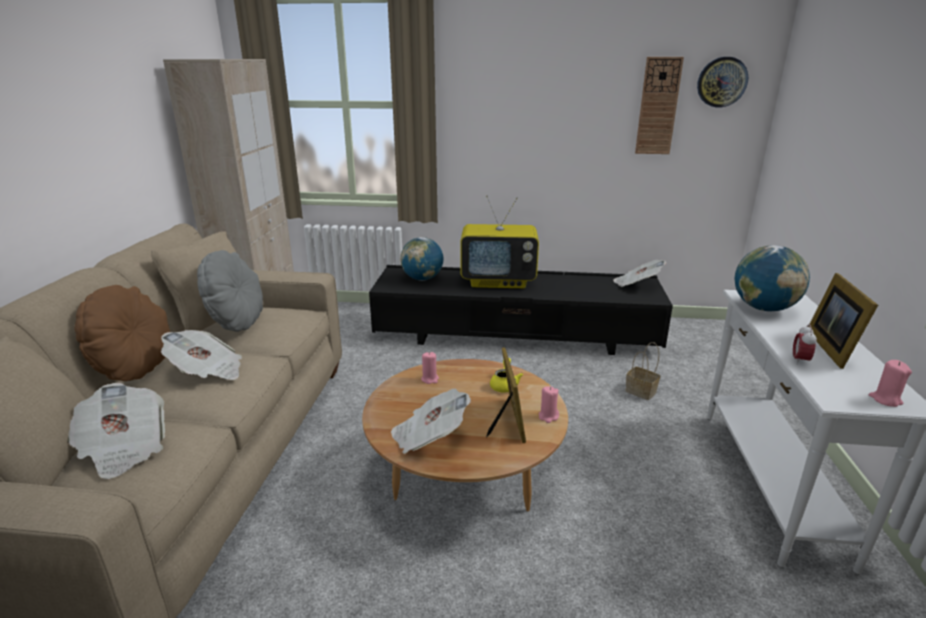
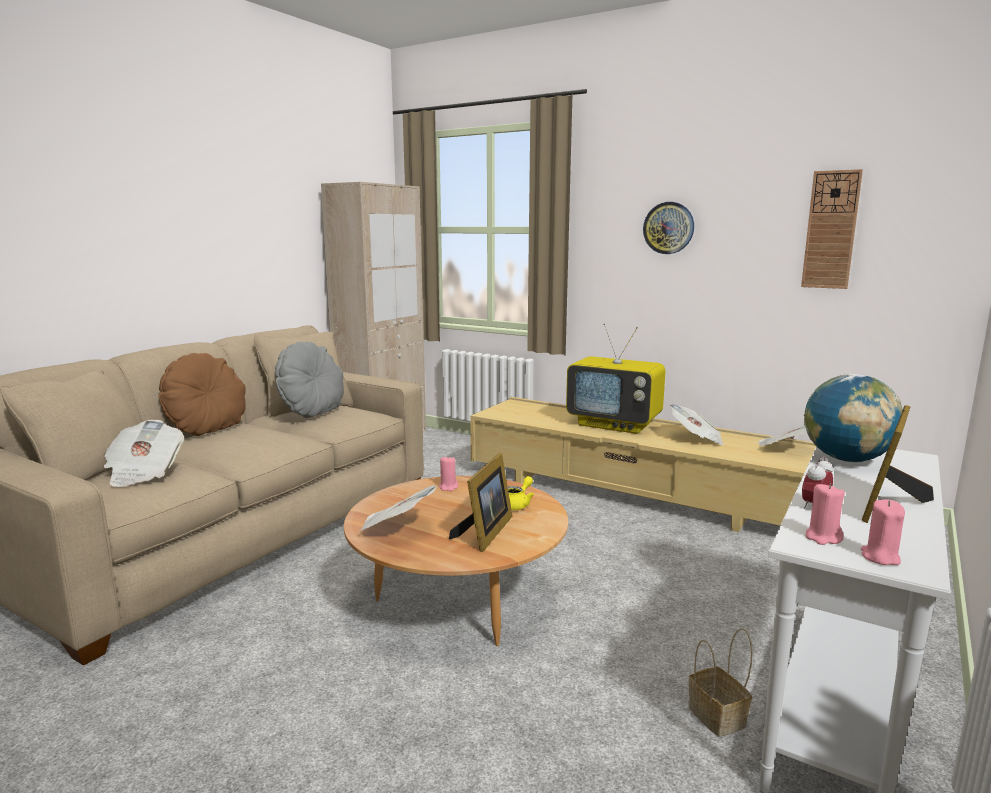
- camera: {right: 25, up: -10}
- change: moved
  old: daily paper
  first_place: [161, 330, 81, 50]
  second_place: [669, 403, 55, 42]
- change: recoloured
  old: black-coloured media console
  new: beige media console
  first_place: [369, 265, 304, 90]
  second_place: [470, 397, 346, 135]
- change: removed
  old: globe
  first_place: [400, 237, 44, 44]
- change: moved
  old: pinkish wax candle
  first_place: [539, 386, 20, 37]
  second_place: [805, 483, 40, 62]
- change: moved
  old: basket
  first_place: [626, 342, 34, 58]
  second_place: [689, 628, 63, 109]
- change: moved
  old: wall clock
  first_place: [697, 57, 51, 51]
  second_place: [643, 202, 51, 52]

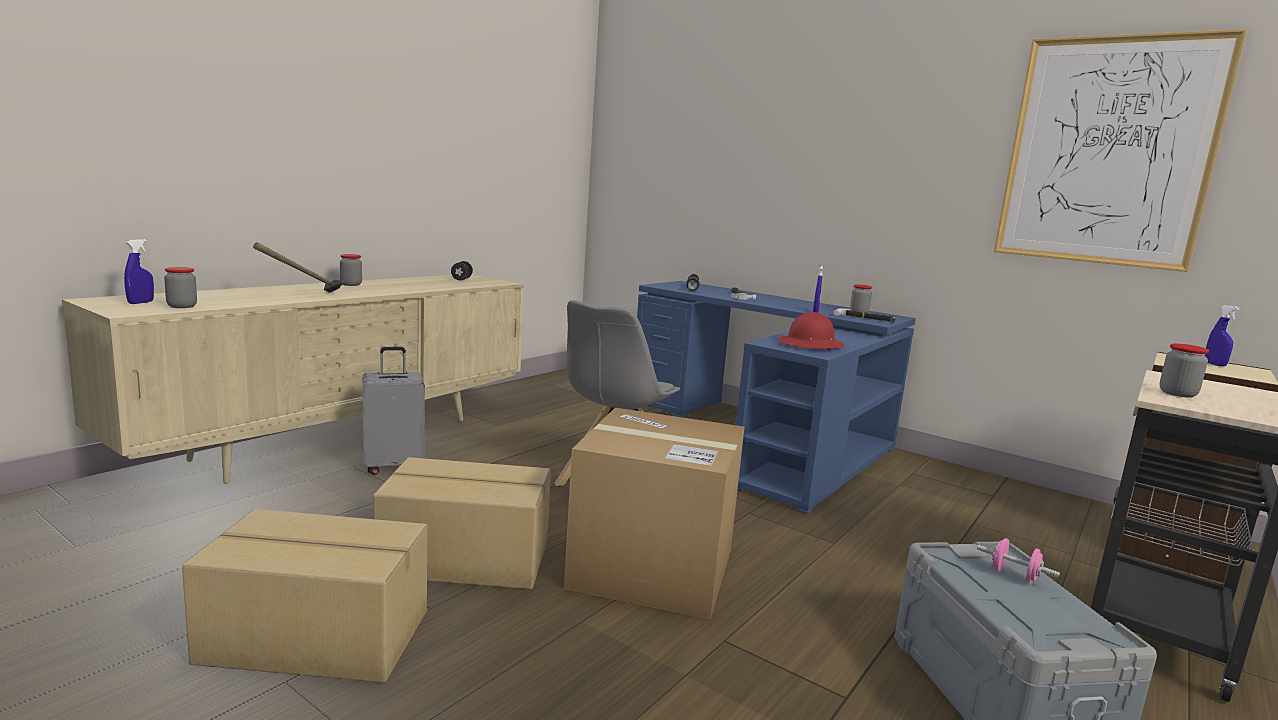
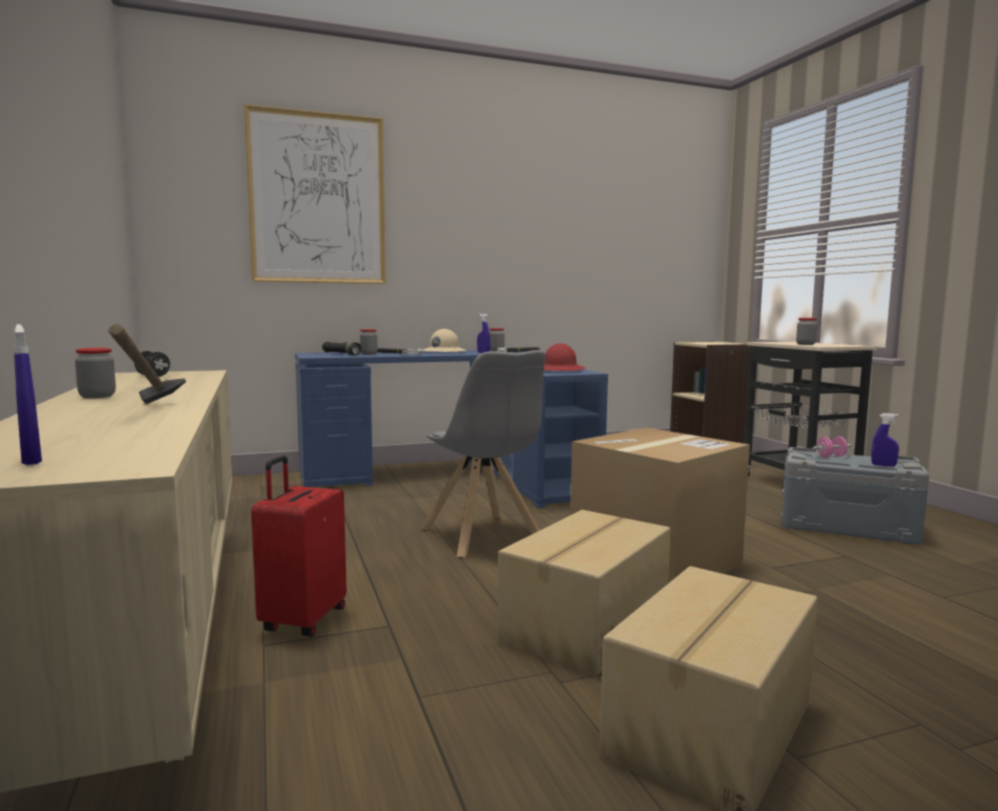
- camera: {right: -55, up: -5}
- change: moved
  old: jar
  first_place: [164, 267, 33, 41]
  second_place: [360, 329, 18, 25]
- change: recoloured
  old: greyish travel case
  new: reddish travel case
  first_place: [362, 347, 63, 128]
  second_place: [251, 456, 96, 181]
- change: moved
  old: wall picture
  first_place: [994, 29, 253, 243]
  second_place: [244, 104, 142, 180]
- change: moved
  old: blue spray bottle
  first_place: [1205, 305, 34, 61]
  second_place: [871, 413, 28, 54]
- change: added
  new: beige safety helmet
  second_place: [422, 329, 45, 24]

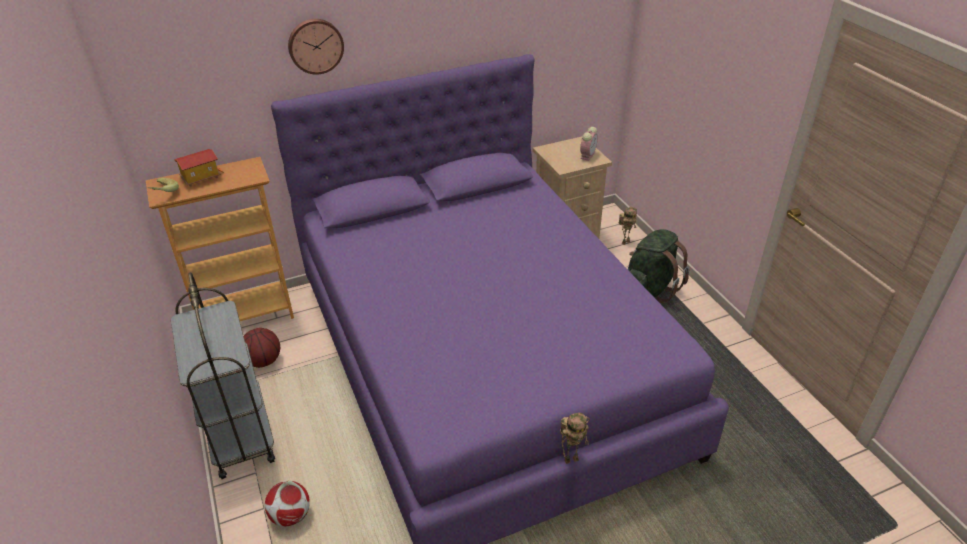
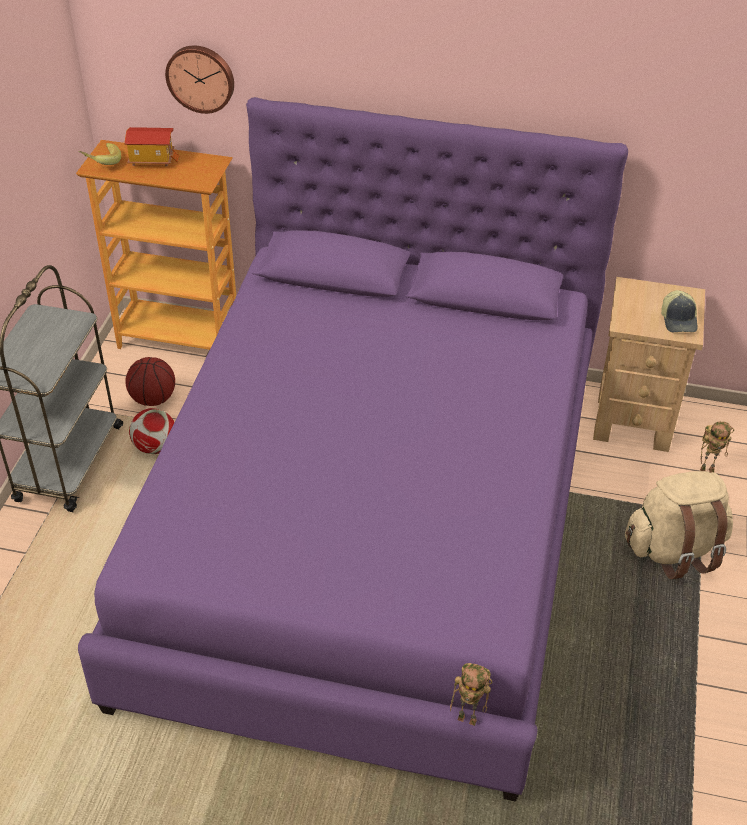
- camera: {right: 35, up: 5}
- change: moved
  old: football ball
  first_place: [265, 481, 45, 46]
  second_place: [129, 408, 45, 46]
- change: moved
  old: wall clock
  first_place: [288, 19, 56, 56]
  second_place: [165, 46, 69, 68]
- change: moved
  old: robot figure
  first_place: [560, 413, 30, 51]
  second_place: [450, 663, 42, 63]
- change: replaced
  old: table clock
  new: baseball cap
  first_place: [580, 127, 18, 34]
  second_place: [661, 290, 37, 42]
- change: recoloured
  old: greenish rucksack
  new: beige rucksack
  first_place: [628, 229, 61, 74]
  second_place: [625, 471, 108, 109]

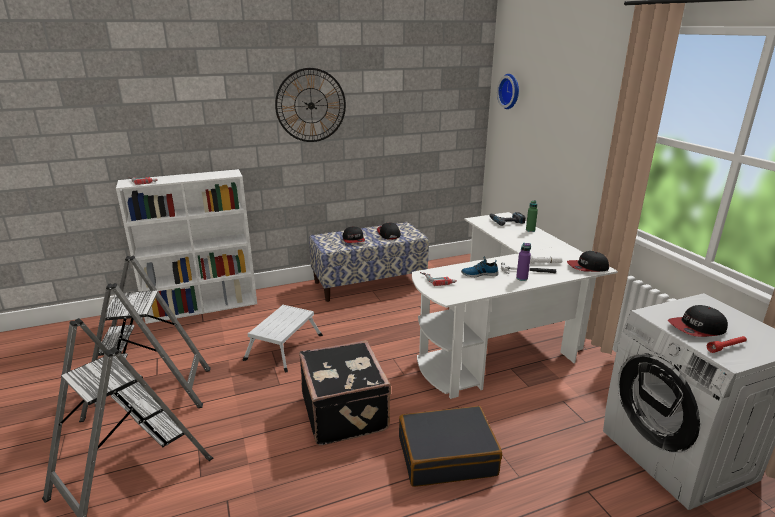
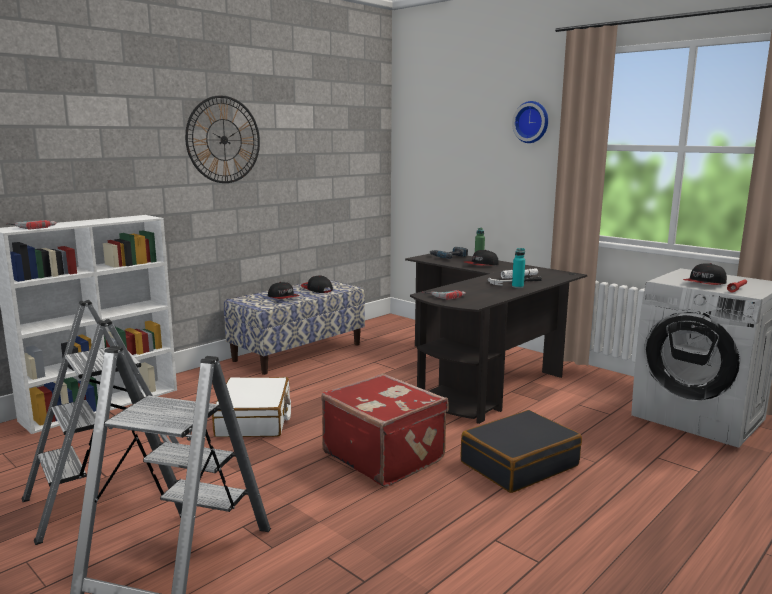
- camera: {right: -25, up: -10}
- change: replaced
  old: white-coloured stepladder
  new: white-coloured travel case
  first_place: [243, 305, 80, 68]
  second_place: [212, 377, 79, 60]
- change: recoloured
  old: black-coloured travel case
  new: reddish travel case
  first_place: [299, 340, 92, 105]
  second_place: [321, 373, 128, 114]
- change: recoloured
  old: white-coloured desk unit
  new: black-coloured desk unit
  first_place: [412, 212, 206, 187]
  second_place: [405, 254, 182, 170]
- change: removed
  old: shoe
  first_place: [461, 257, 38, 20]
- change: moved
  old: wall clock
  first_place: [497, 74, 22, 35]
  second_place: [512, 101, 36, 42]
- change: recoloured
  old: purple-coloured bottle
  new: turquoise bottle
  first_place: [516, 243, 15, 38]
  second_place: [512, 248, 13, 40]
- change: moved
  old: baseball cap
  first_place: [567, 251, 42, 21]
  second_place: [465, 250, 34, 16]

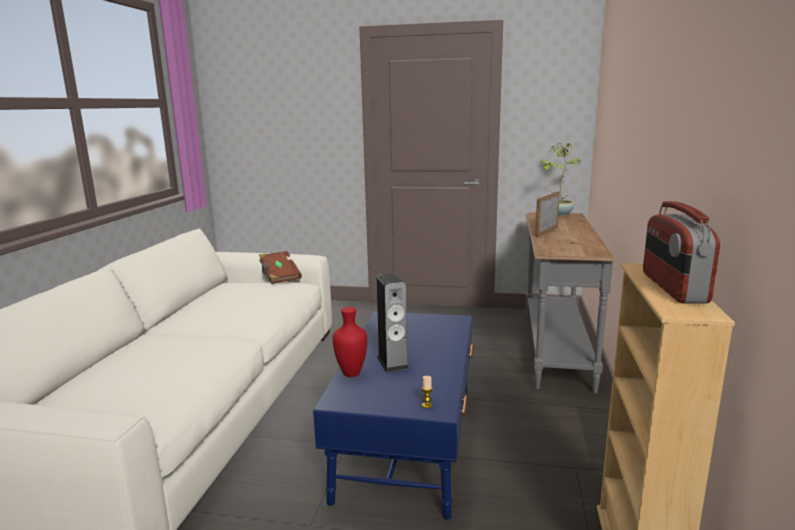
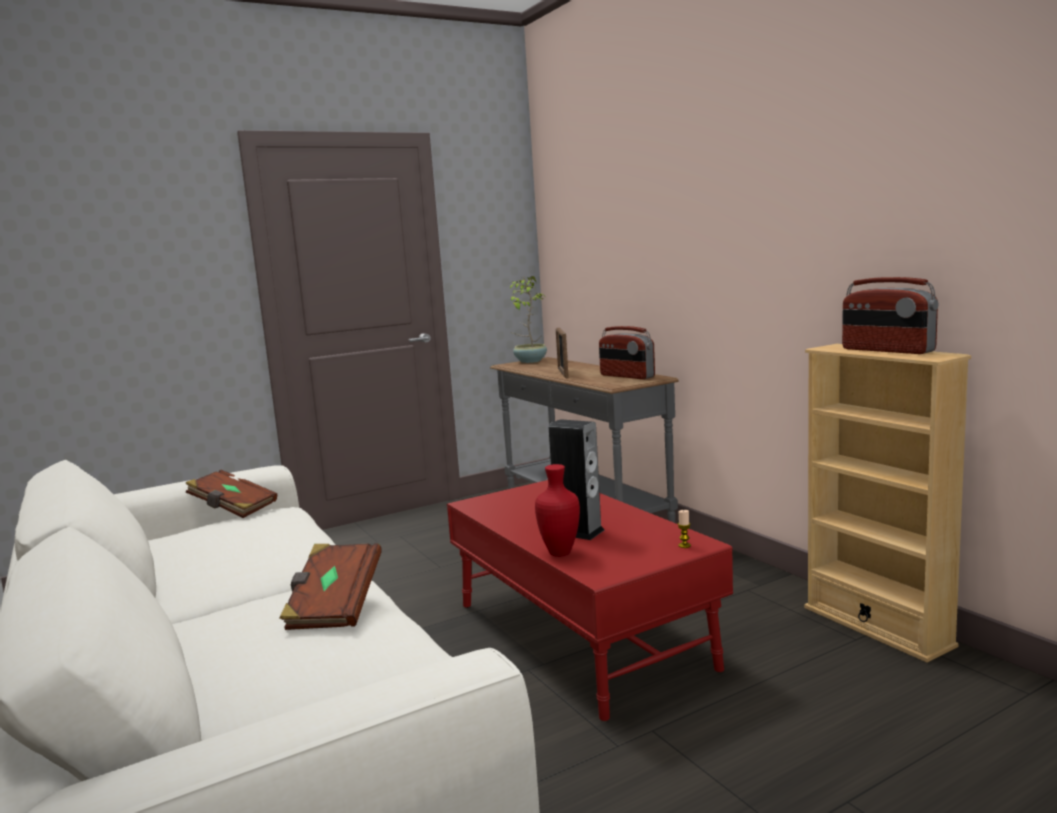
- camera: {right: -40, up: -5}
- change: recoloured
  old: blue low table
  new: reddish low table
  first_place: [313, 311, 161, 208]
  second_place: [447, 480, 286, 241]
- change: added
  new: brownish bound book
  second_place: [279, 543, 103, 87]
- change: added
  new: radio receiver
  second_place: [599, 326, 56, 53]

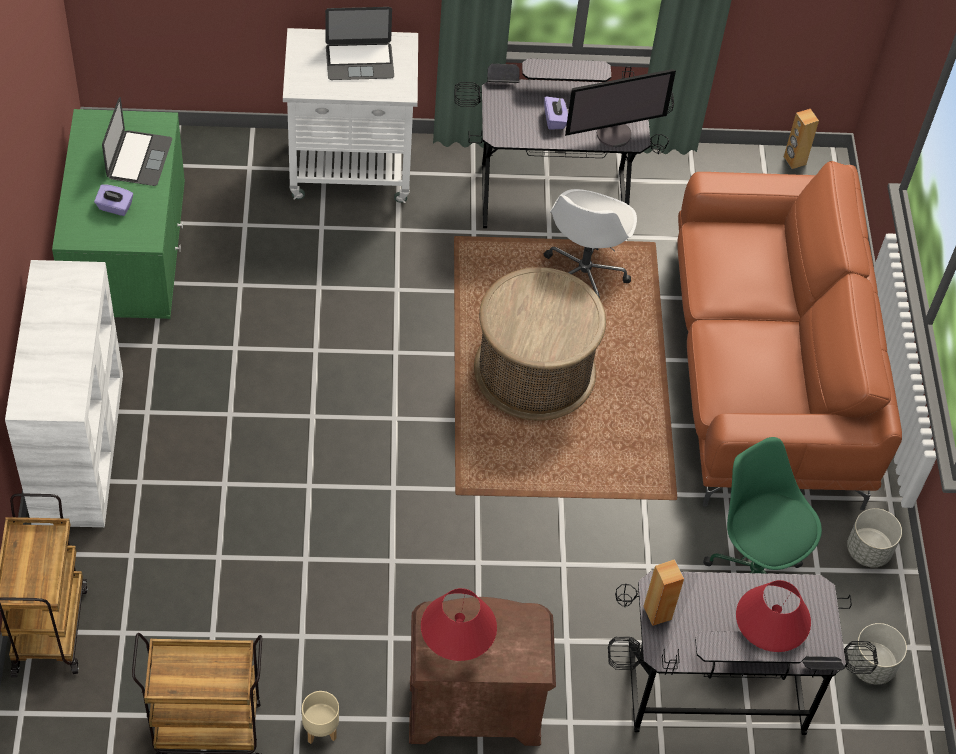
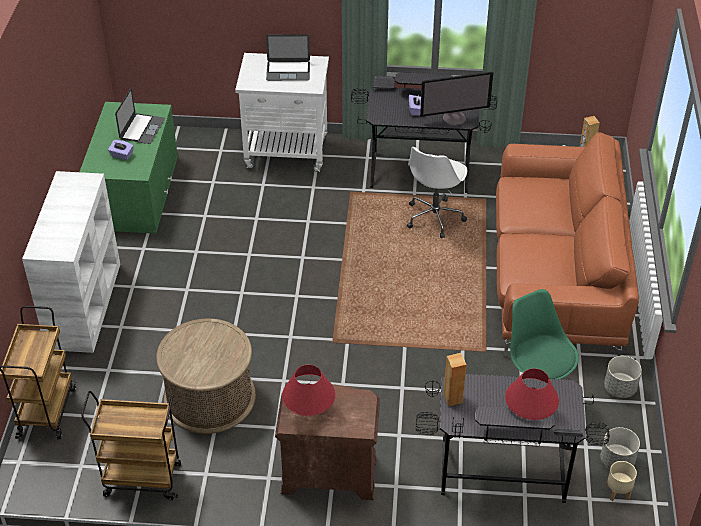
- camera: {right: 10, up: -10}
- change: moved
  old: beige flower pot
  first_place: [302, 691, 37, 53]
  second_place: [606, 461, 31, 40]
- change: moved
  old: brownish low table
  first_place: [474, 267, 132, 154]
  second_place: [156, 319, 100, 115]

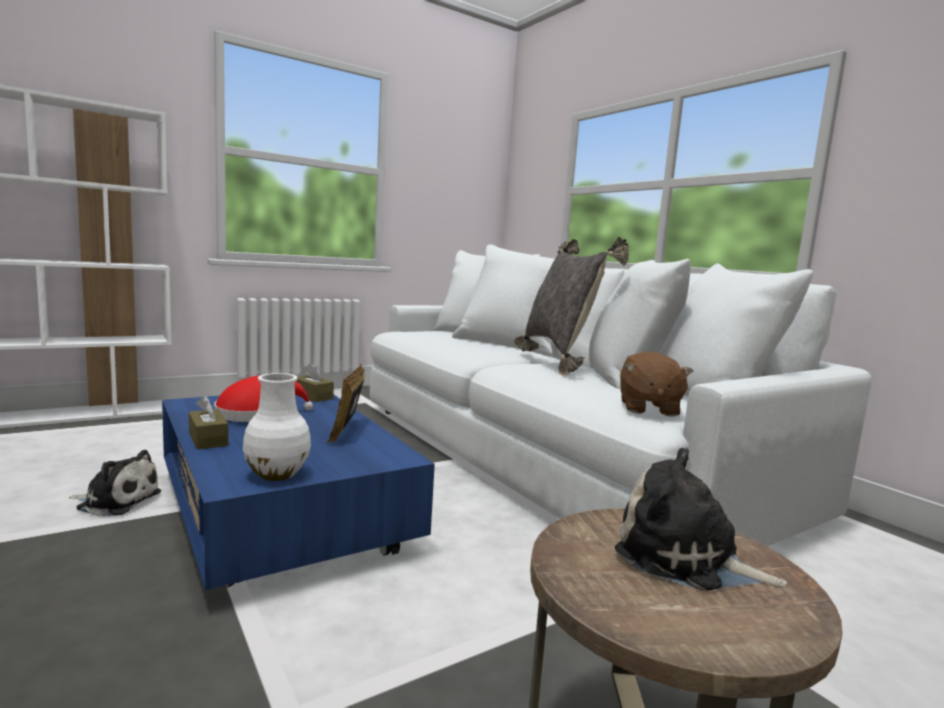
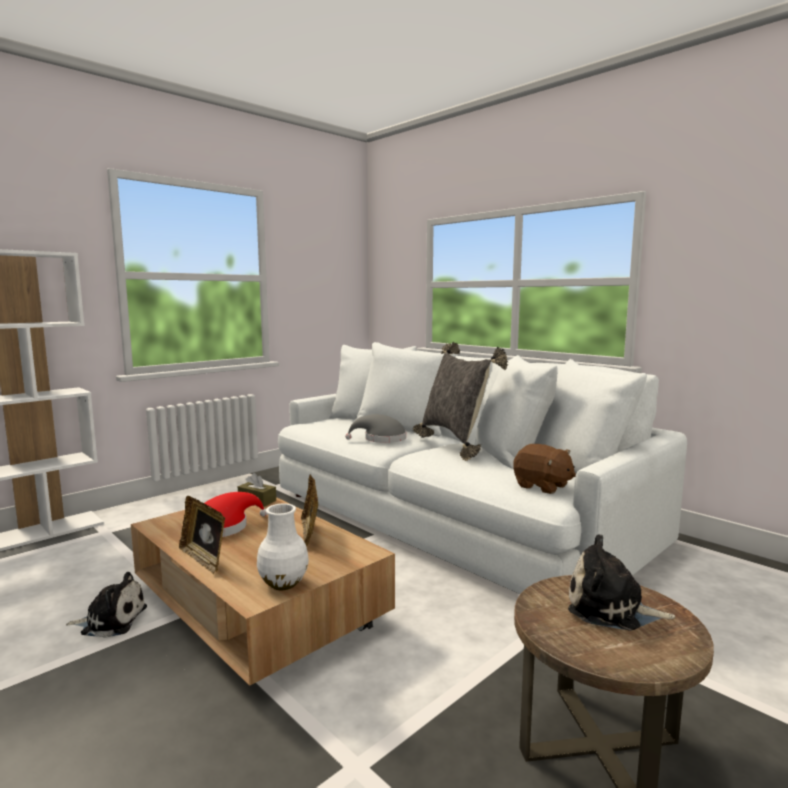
- camera: {right: -10, up: 0}
- change: recoloured
  old: blue low table
  new: brownish low table
  first_place: [162, 395, 273, 195]
  second_place: [131, 497, 264, 189]
- change: replaced
  old: brownish tissue box
  new: standing frame
  first_place: [189, 395, 39, 55]
  second_place: [179, 496, 46, 78]
- change: turned
  old: brownish cuddly toy
  first_place: [620, 351, 74, 66]
  second_place: [513, 444, 63, 50]
  degrees: -45
- change: added
  new: greyish wearable hat
  second_place: [345, 414, 61, 29]

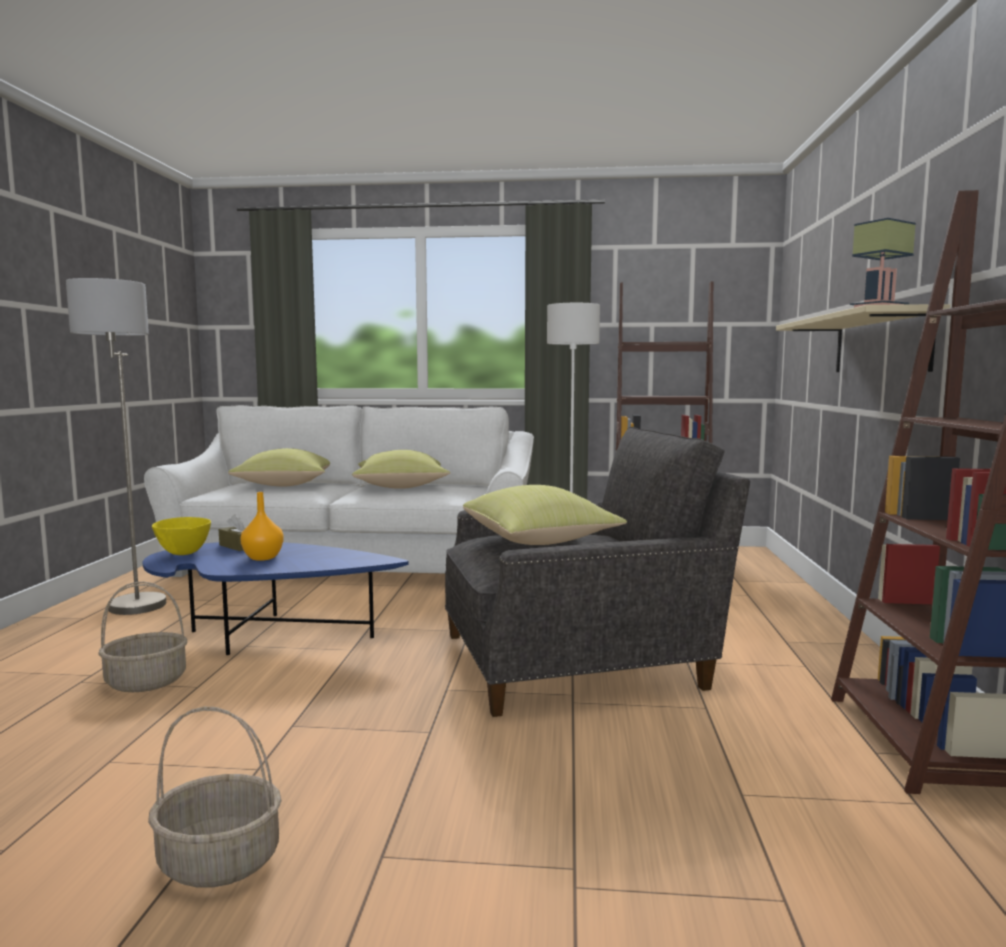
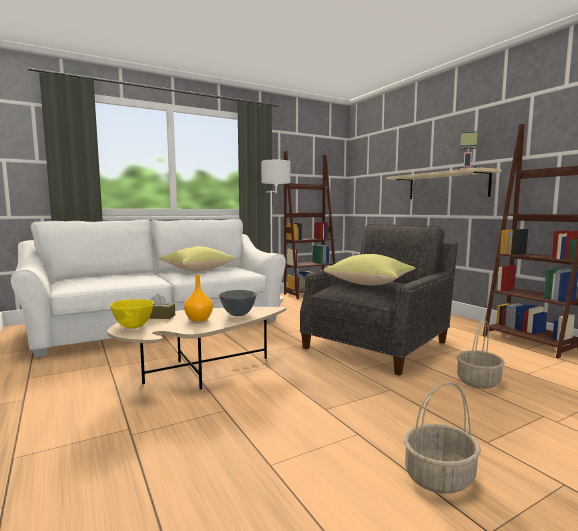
- camera: {right: -35, up: 0}
- change: removed
  old: greyish standard lamp
  first_place: [66, 278, 100, 337]
- change: moved
  old: basket
  first_place: [98, 582, 89, 110]
  second_place: [457, 319, 48, 70]
- change: recoloured
  old: blue low table
  new: beige low table
  first_place: [142, 542, 267, 113]
  second_place: [108, 307, 179, 83]
- change: removed
  old: yellowish cushion
  first_place: [228, 448, 102, 39]
- change: added
  new: greyish serving bowl
  second_place: [219, 290, 37, 26]

